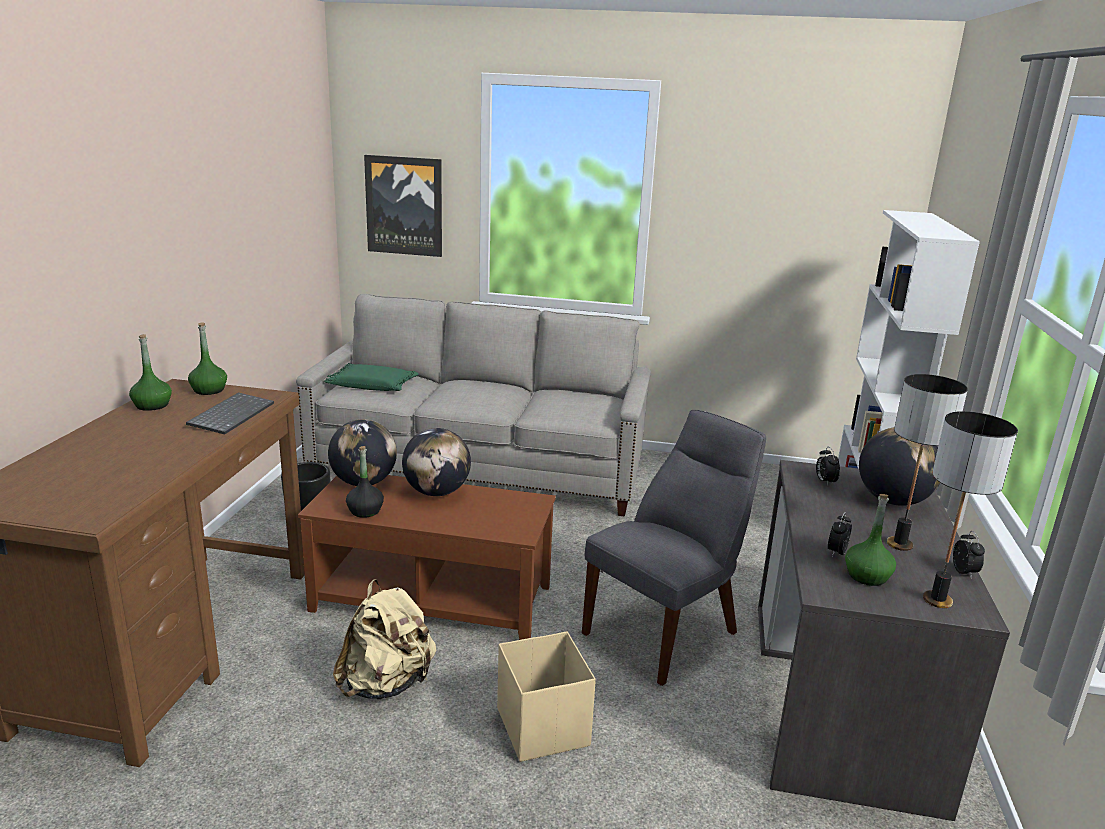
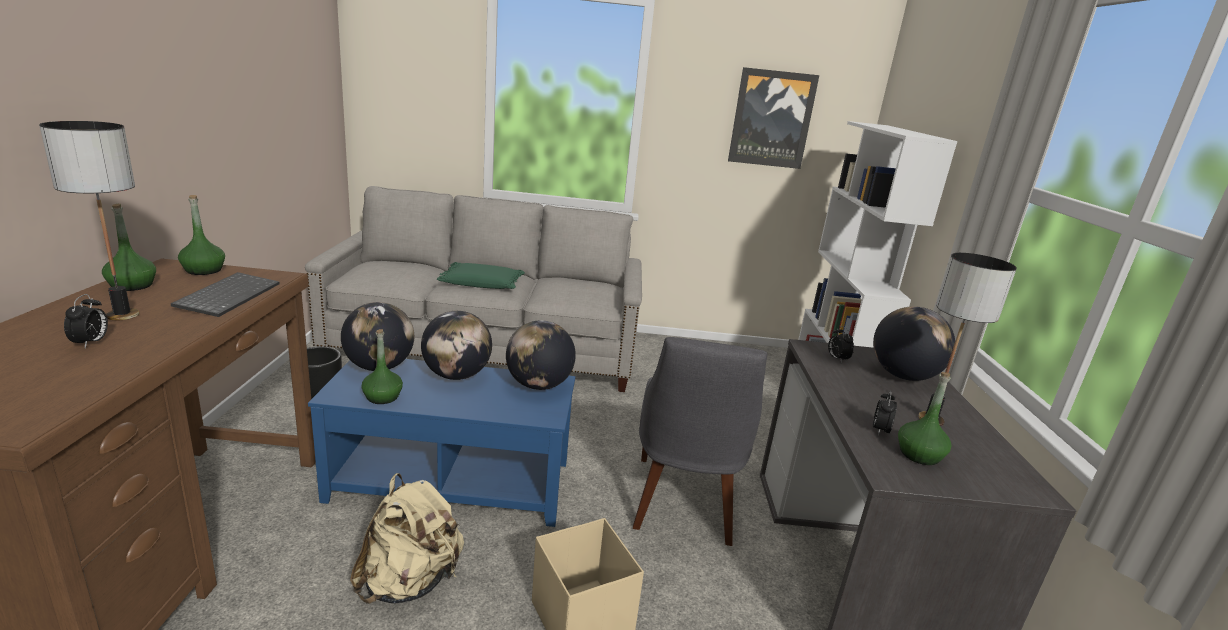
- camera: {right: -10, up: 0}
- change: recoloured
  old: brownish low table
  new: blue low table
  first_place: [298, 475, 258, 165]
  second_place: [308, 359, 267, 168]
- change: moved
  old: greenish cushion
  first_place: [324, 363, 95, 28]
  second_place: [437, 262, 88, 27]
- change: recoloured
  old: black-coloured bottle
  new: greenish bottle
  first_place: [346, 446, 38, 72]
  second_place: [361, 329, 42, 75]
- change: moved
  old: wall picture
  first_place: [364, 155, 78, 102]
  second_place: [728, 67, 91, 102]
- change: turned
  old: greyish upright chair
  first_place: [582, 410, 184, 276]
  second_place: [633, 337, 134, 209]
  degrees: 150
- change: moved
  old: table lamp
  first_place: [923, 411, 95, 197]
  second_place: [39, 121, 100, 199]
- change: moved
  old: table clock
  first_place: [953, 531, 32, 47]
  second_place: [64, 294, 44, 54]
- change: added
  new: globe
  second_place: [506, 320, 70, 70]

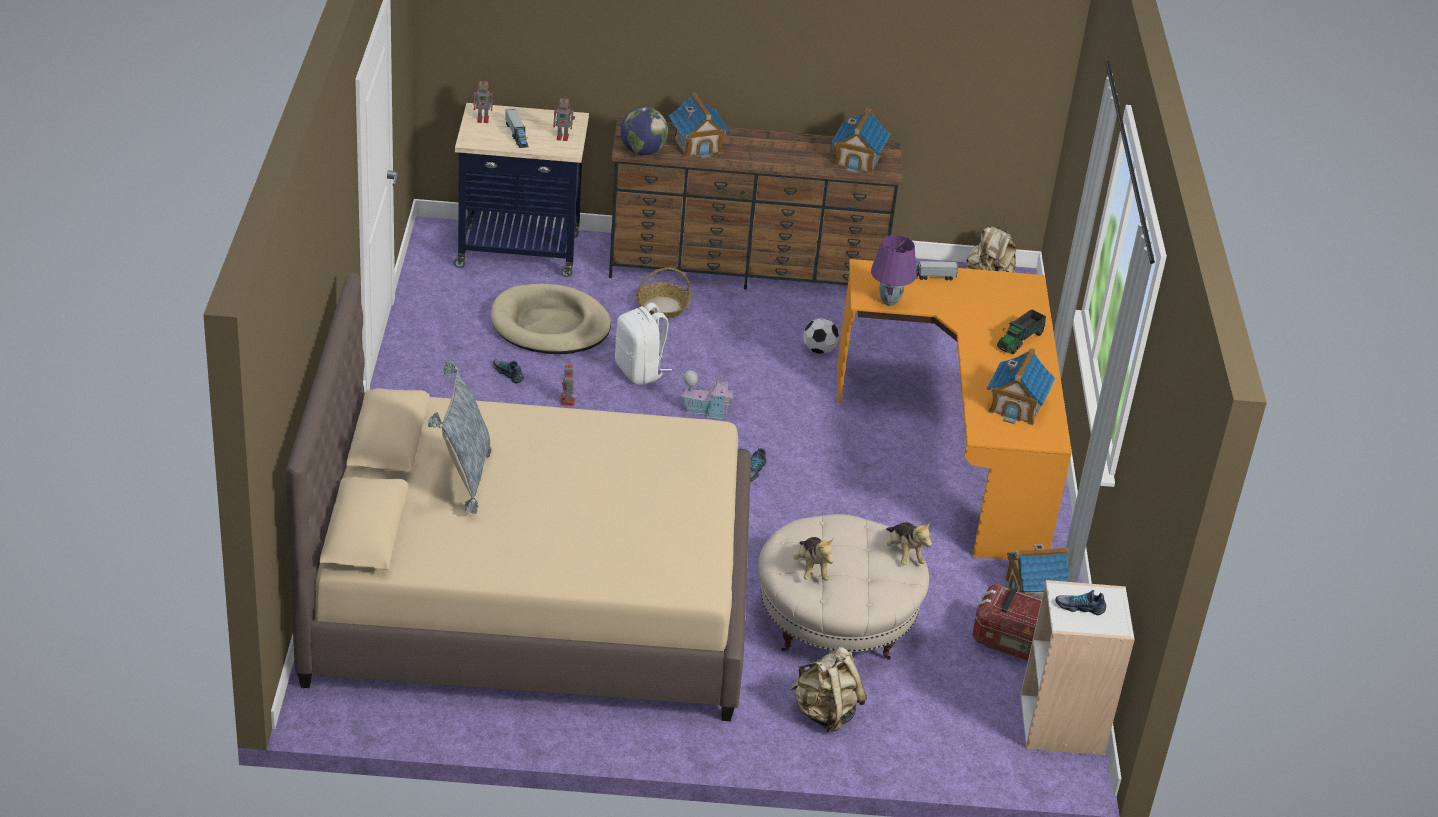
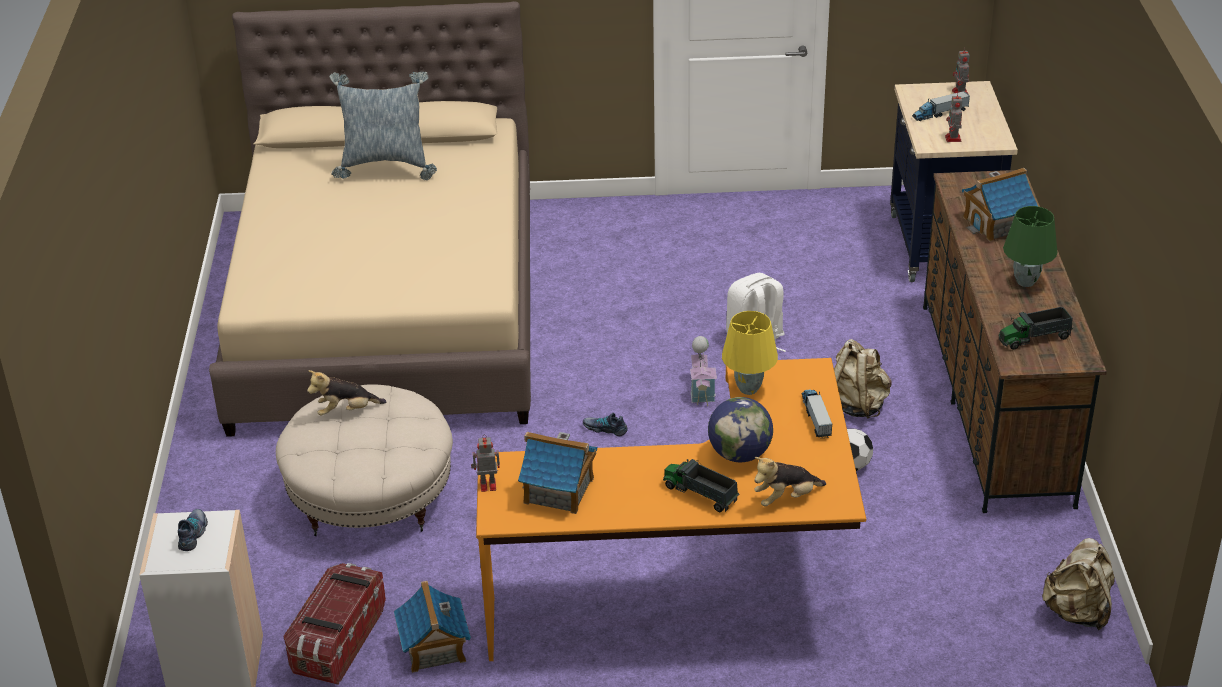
- camera: {right: 90, up: 0}
- change: removed
  old: beige pet bed
  first_place: [491, 283, 120, 71]
- change: removed
  old: shoe
  first_place: [493, 359, 31, 24]
- change: moved
  old: robot figure
  first_place: [561, 361, 14, 45]
  second_place: [471, 434, 29, 58]
- change: moved
  old: globe
  first_place: [620, 107, 48, 48]
  second_place: [708, 397, 65, 65]
- change: removed
  old: basket
  first_place: [636, 268, 55, 50]
- change: moved
  old: beige rucksack
  first_place: [790, 647, 77, 85]
  second_place: [834, 339, 58, 79]
- change: replaced
  old: toy house
  new: model truck
  first_place: [831, 108, 59, 66]
  second_place: [999, 307, 74, 43]
- change: recoloured
  old: purple-coloured table lamp
  new: yellowish table lamp
  first_place: [871, 235, 46, 71]
  second_place: [722, 311, 56, 84]
- change: moved
  old: cuddly toy
  first_place: [886, 522, 46, 43]
  second_place: [754, 457, 72, 49]
- change: added
  new: greenish table lamp
  second_place: [1003, 206, 54, 81]

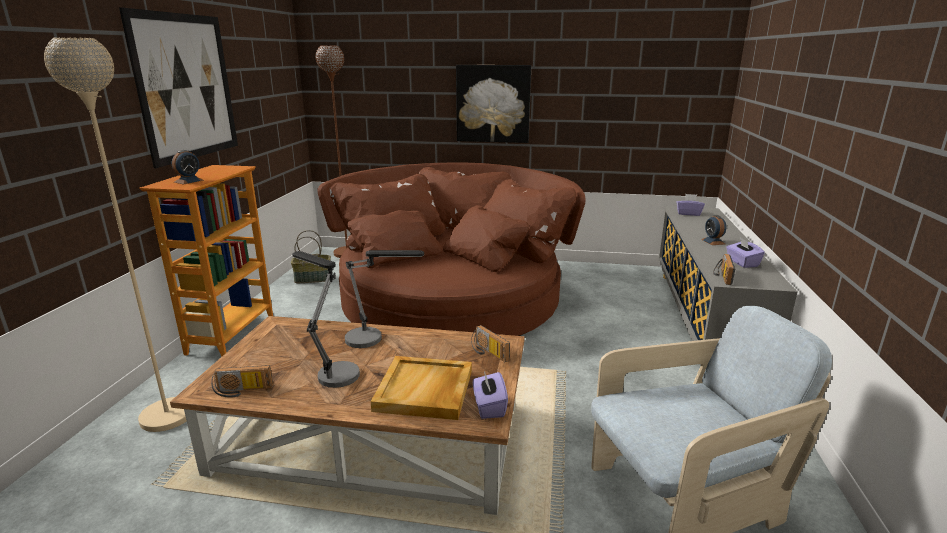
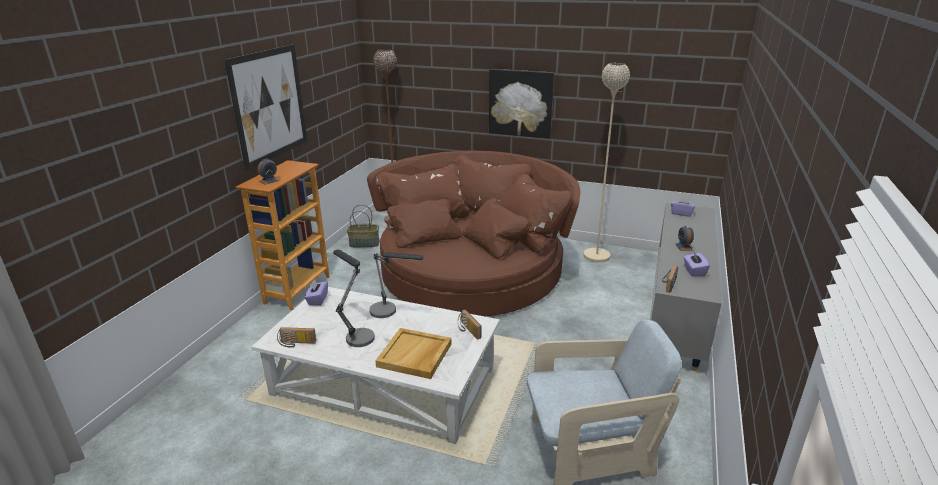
- camera: {right: 10, up: 5}
- change: moved
  old: beige standard lamp
  first_place: [44, 37, 143, 395]
  second_place: [583, 63, 47, 200]
- change: recoloured
  old: brownish low table
  new: white-coloured low table
  first_place: [170, 316, 355, 199]
  second_place: [251, 287, 249, 157]
- change: moved
  old: purple-coloured tissue box
  first_place: [473, 371, 35, 48]
  second_place: [305, 279, 23, 26]

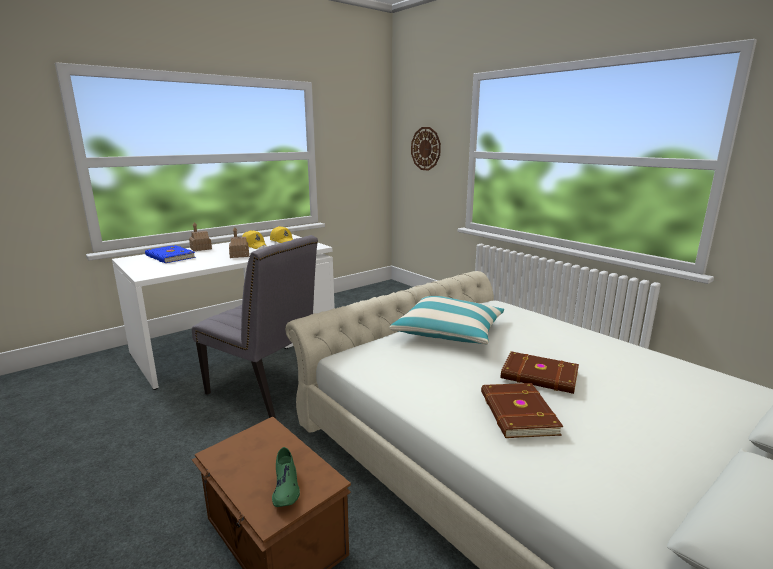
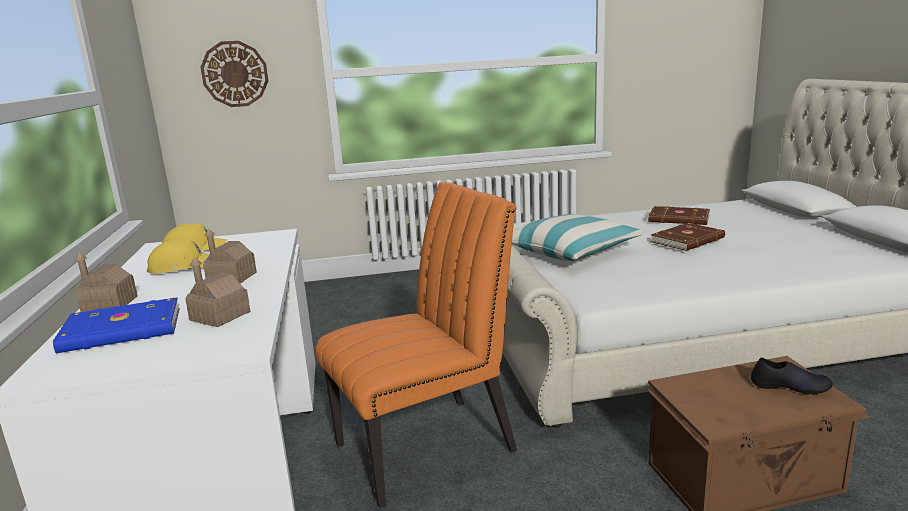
- camera: {right: -60, up: 0}
- change: recoloured
  old: greyish upright chair
  new: orangey upright chair
  first_place: [192, 235, 126, 184]
  second_place: [315, 182, 202, 326]
- change: recoloured
  old: greenish shoe
  new: black-coloured shoe
  first_place: [272, 447, 28, 60]
  second_place: [751, 358, 82, 36]
- change: moved
  old: brownish bound book
  first_place: [481, 383, 82, 55]
  second_place: [648, 206, 62, 19]
- change: added
  new: toy house
  second_place: [185, 257, 65, 70]

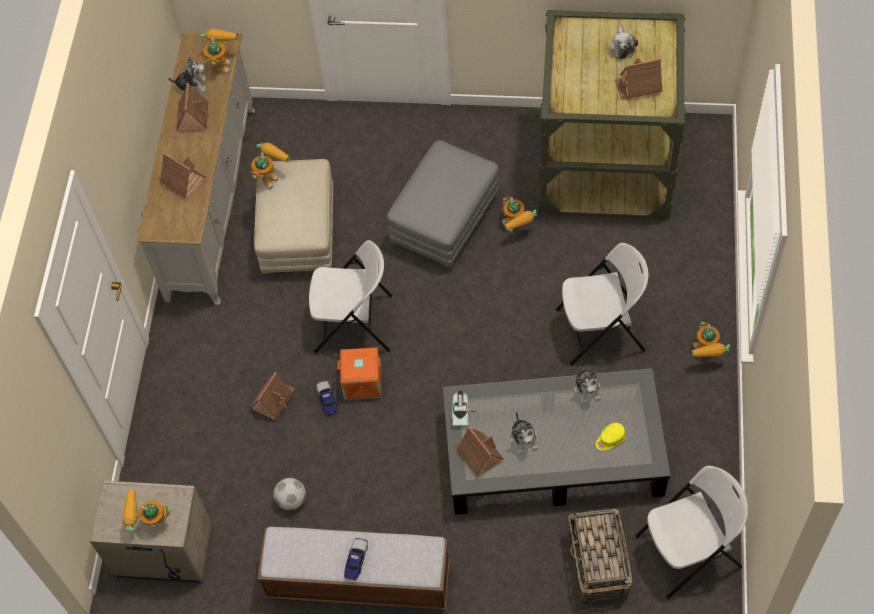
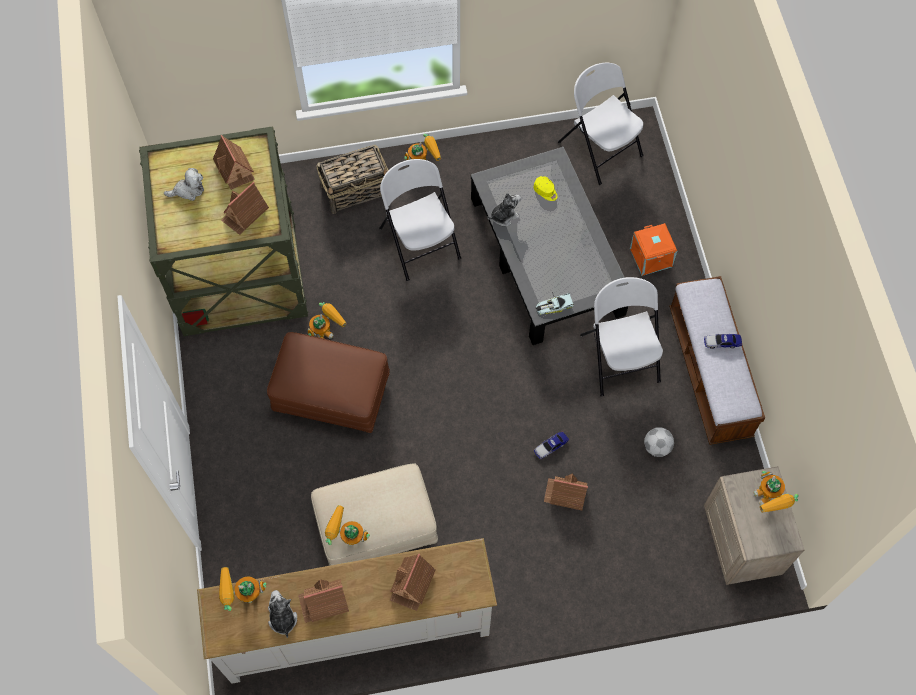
- camera: {right: -110, up: 5}
- change: moved
  old: white-coloured upright chair
  first_place: [309, 240, 83, 113]
  second_place: [580, 277, 83, 120]
- change: moved
  old: orangey storage bin
  first_place: [338, 347, 43, 53]
  second_place: [630, 223, 47, 53]
- change: recoloured
  old: greyish pouffe
  new: brownish pouffe
  first_place: [387, 140, 113, 127]
  second_place: [267, 332, 123, 101]
- change: moved
  old: toy house
  first_place: [454, 426, 50, 51]
  second_place: [221, 182, 48, 53]
- change: removed
  old: cuddly toy
  first_place: [510, 412, 29, 43]
- change: moved
  old: basket
  first_place: [567, 509, 65, 96]
  second_place: [316, 145, 73, 69]

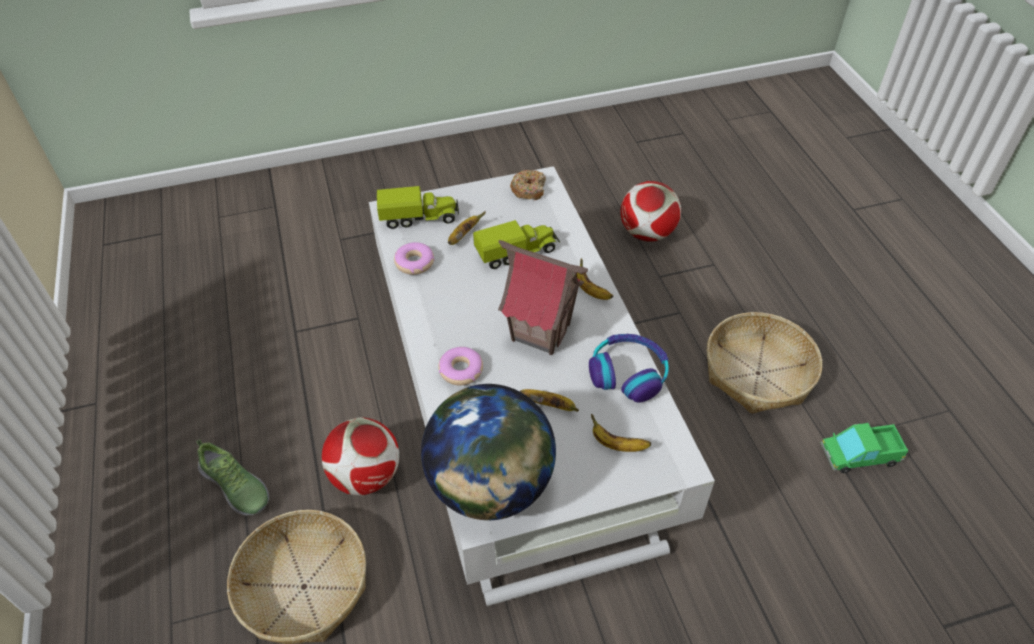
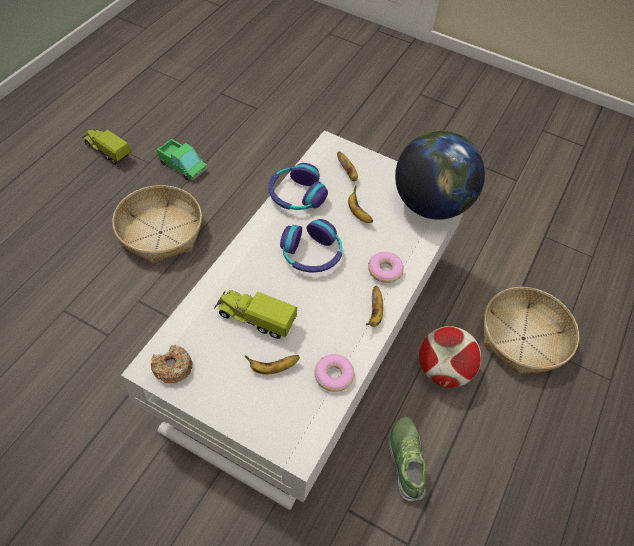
- camera: {right: -140, up: 5}
- change: moved
  old: shoe
  first_place: [197, 439, 72, 77]
  second_place: [388, 417, 38, 84]
- change: moved
  old: model truck
  first_place: [377, 186, 82, 43]
  second_place: [82, 130, 49, 35]
- change: replaced
  old: toy house
  new: headphones
  first_place: [498, 240, 90, 115]
  second_place: [280, 219, 62, 54]
- change: moved
  old: banana fruit
  first_place: [576, 258, 37, 42]
  second_place: [366, 286, 17, 41]
- change: removed
  old: football ball
  first_place: [621, 181, 60, 61]

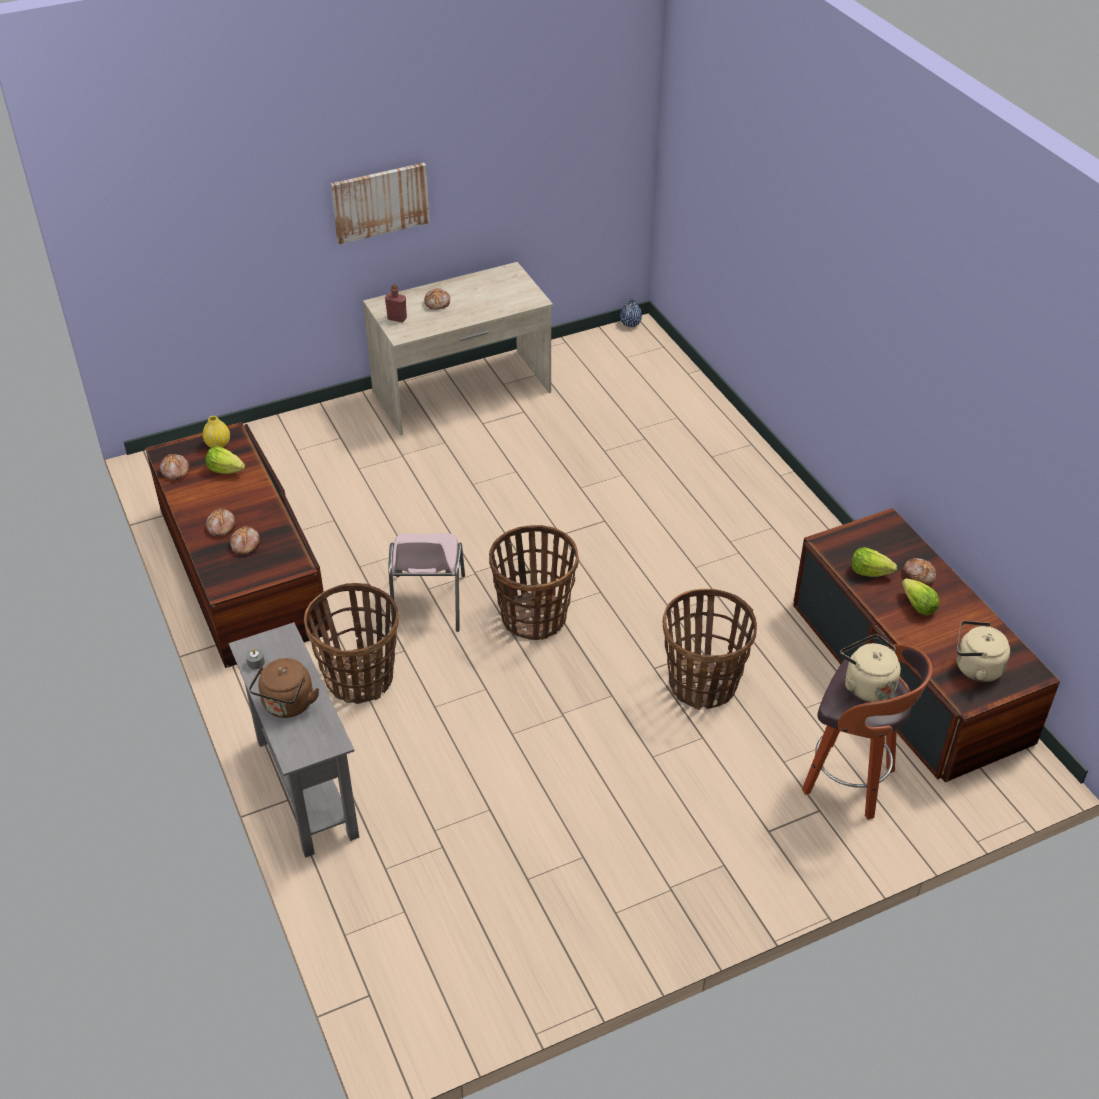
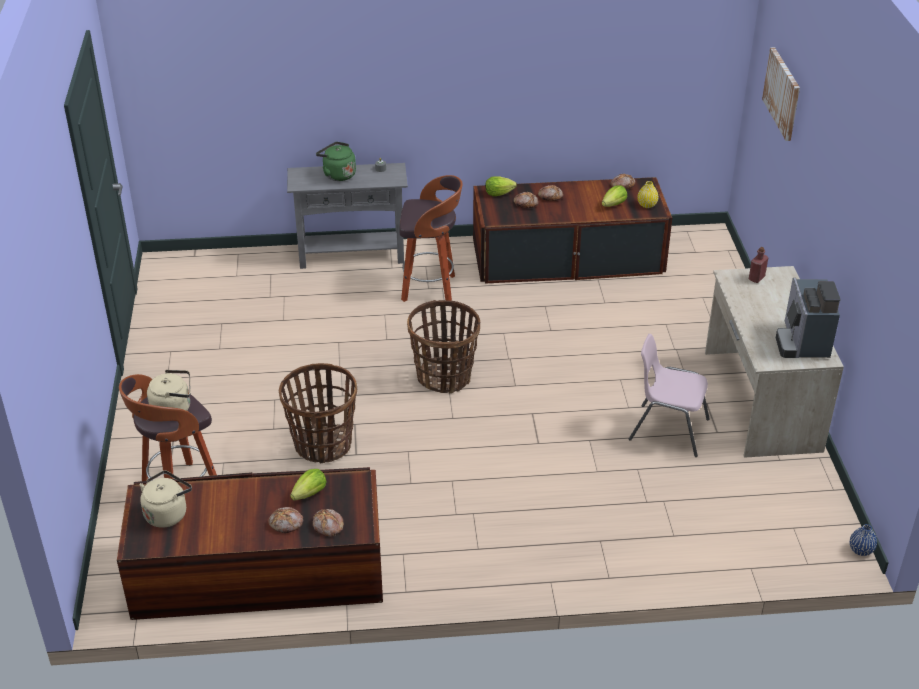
- camera: {right: 110, up: -5}
- change: recoloured
  old: brownish kettle
  new: greenish kettle
  first_place: [249, 658, 70, 60]
  second_place: [316, 142, 40, 39]
- change: replaced
  old: basket
  new: stool
  first_place: [304, 583, 95, 121]
  second_place: [399, 175, 64, 127]
- change: moved
  old: wall picture
  first_place: [331, 163, 99, 81]
  second_place: [762, 47, 38, 94]
- change: moved
  old: pinkish upright chair
  first_place: [388, 533, 77, 99]
  second_place: [629, 334, 81, 123]
- change: moved
  old: bakery bread
  first_place: [424, 289, 26, 21]
  second_place: [313, 509, 31, 28]
- change: moved
  old: lettuce head
  first_place: [902, 578, 38, 38]
  second_place: [485, 176, 32, 20]
- change: added
  new: coffee machine
  second_place: [776, 278, 65, 80]

